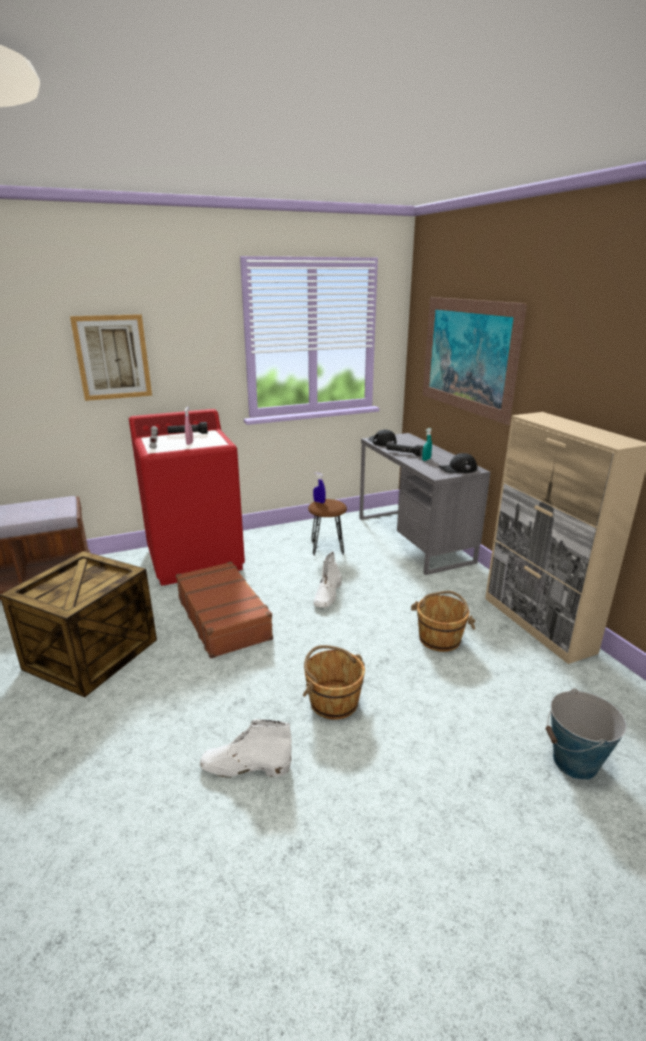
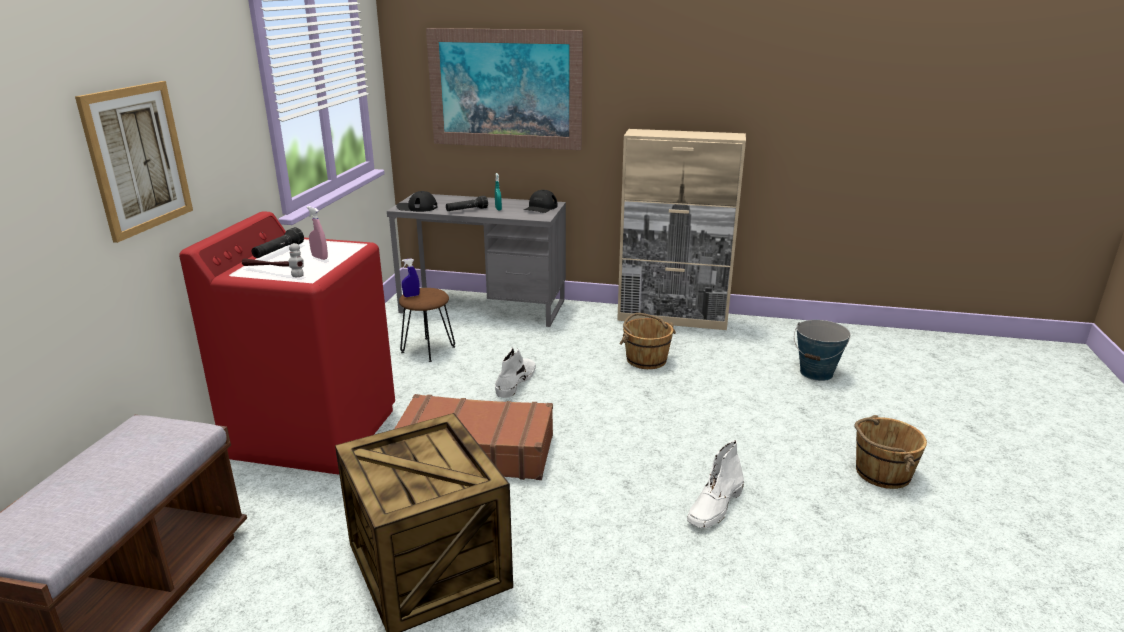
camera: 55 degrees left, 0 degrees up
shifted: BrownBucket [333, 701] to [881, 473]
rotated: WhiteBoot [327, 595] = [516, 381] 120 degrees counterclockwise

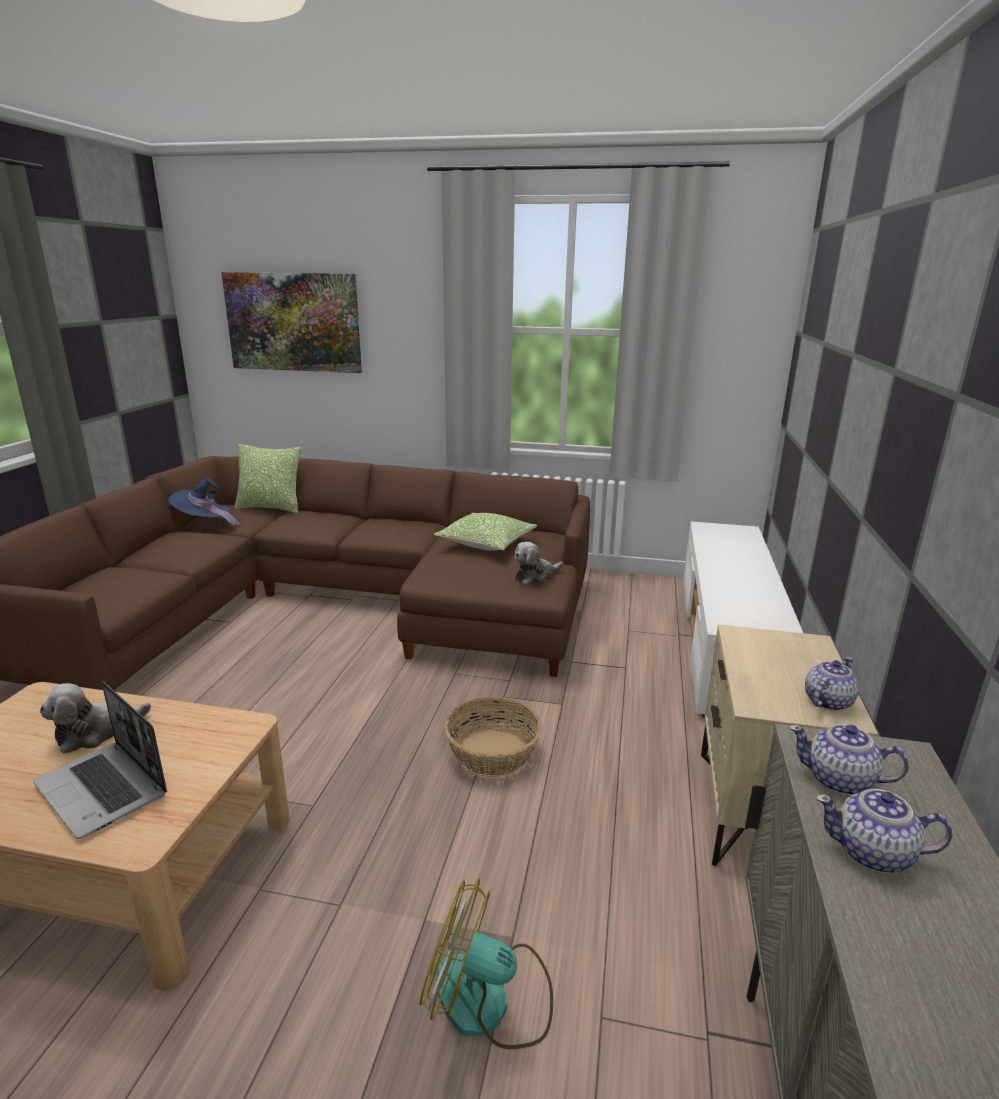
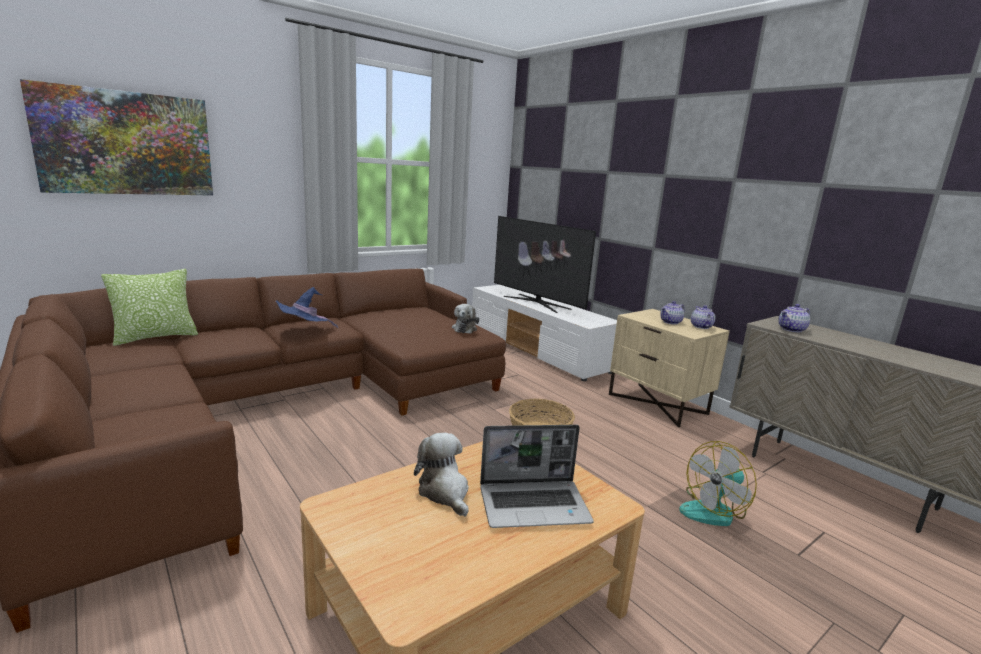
camera: 50 degrees left, 5 degrees down
gone: Pillow [486, 543]
new: Television [536, 302]
shifted: BlueHat [204, 523] to [304, 331]; Teapot [873, 853] to [671, 322]
rotated: PlushToy [96, 732] = [445, 492] 150 degrees clockwise

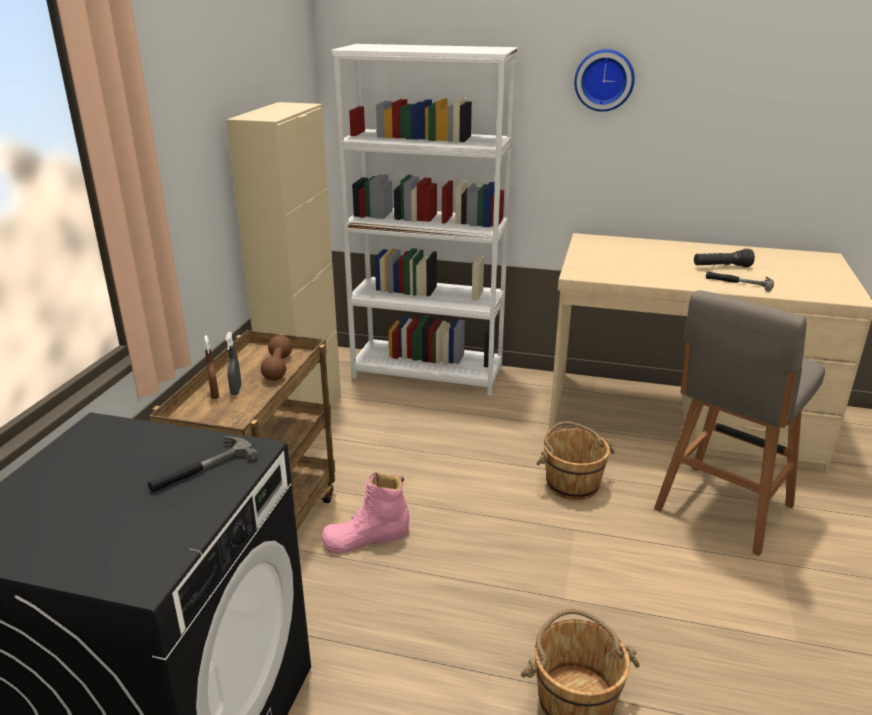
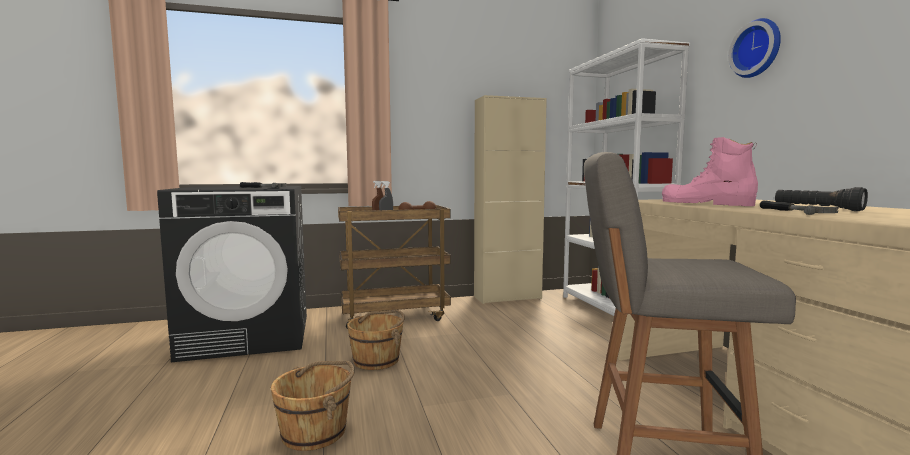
camera: 60 degrees right, 20 degrees down
shifted: PinkBoot [366, 538] to [705, 204]; BrownBucket [572, 483] to [377, 360]

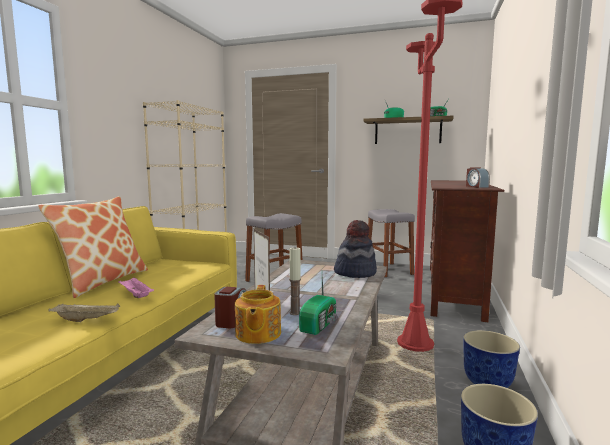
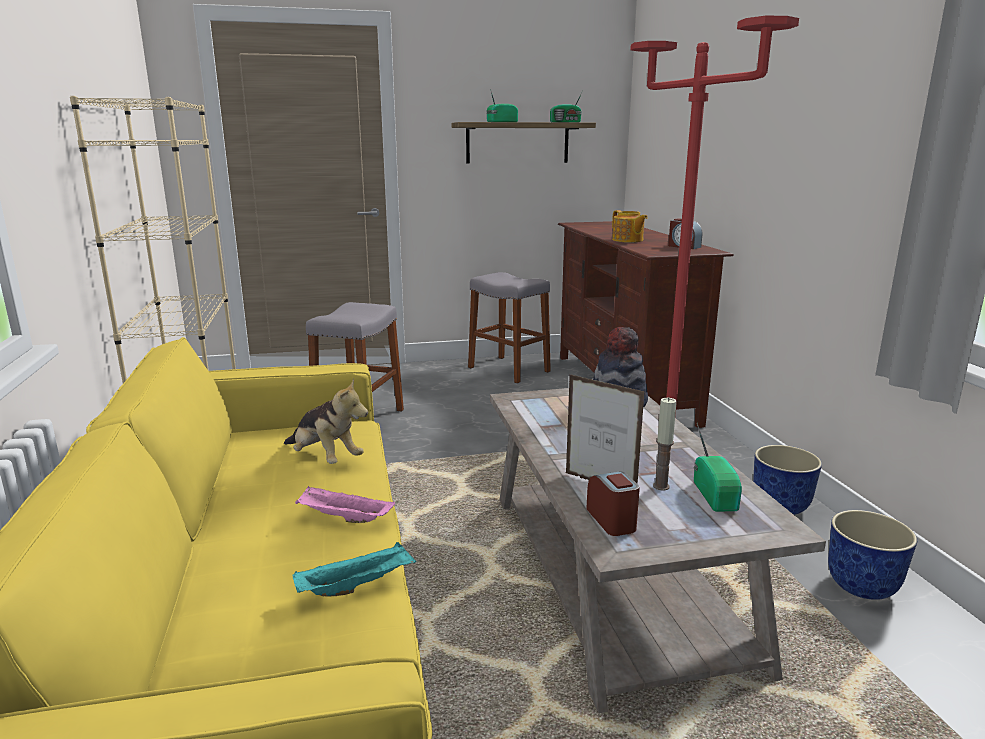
camera: 30 degrees left, 10 degrees up
gone: Pillow [102, 281]
new: PlushToy [325, 458]
shifted: Teapot [257, 334] to [627, 240]
repainted: BeigeTray [87, 320] to TurquoiseTray [357, 585]

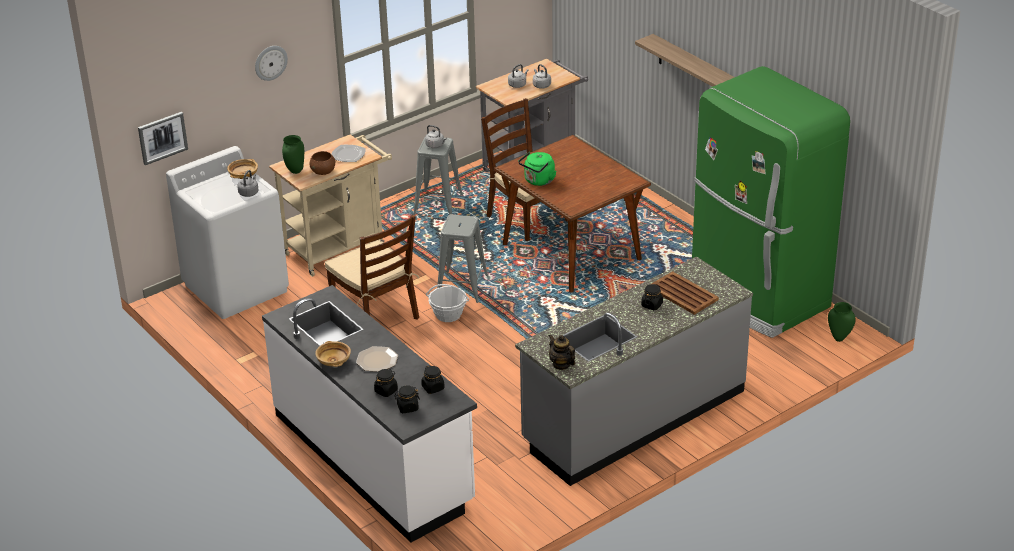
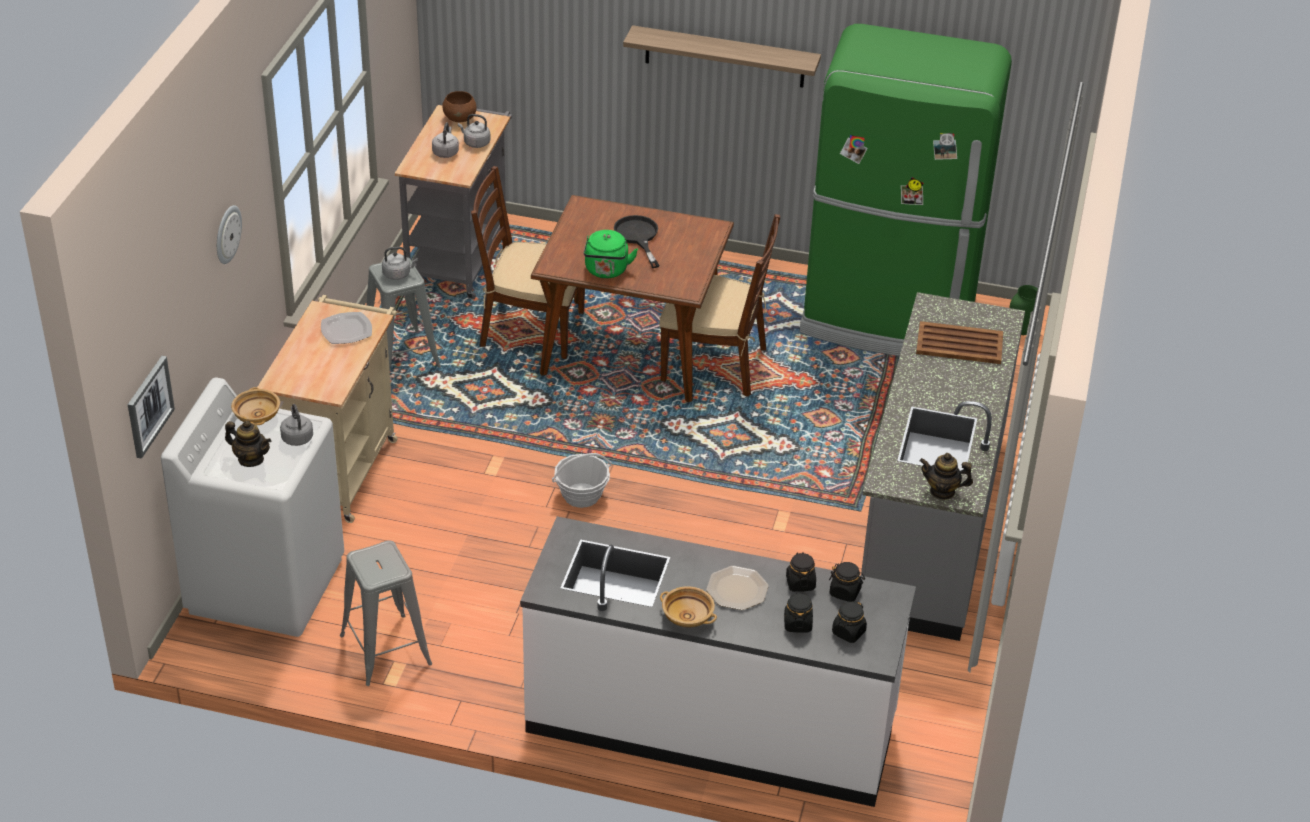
camera: 40 degrees left, 5 degrees up
gone: GreenVase [295, 171]
new: Teapot [251, 459]; BlackFryingPan [638, 237]
shifted: BrownBowl [323, 172] to [460, 118]; BrownChair [376, 314] to [715, 365]; GreyStool [462, 287] to [385, 650]; BlackJar [652, 305] to [800, 583]

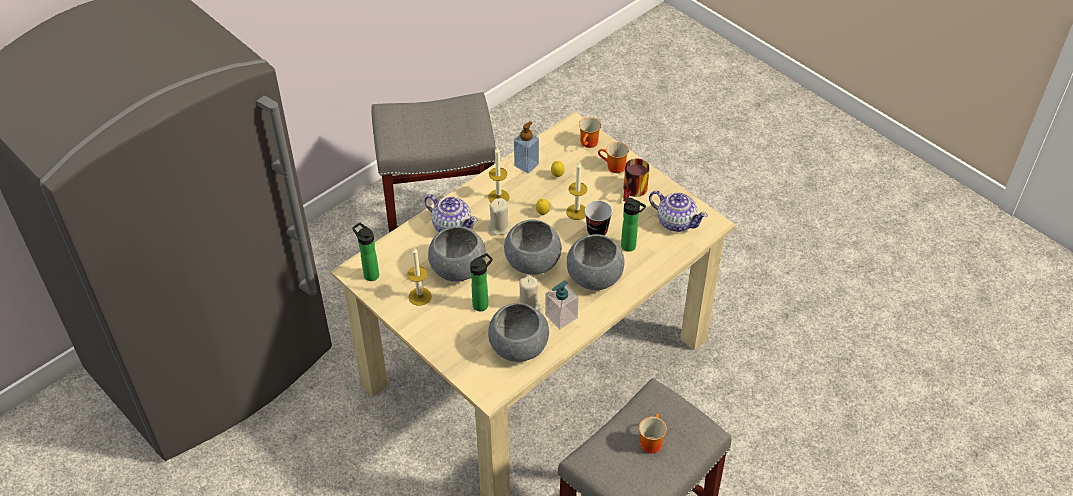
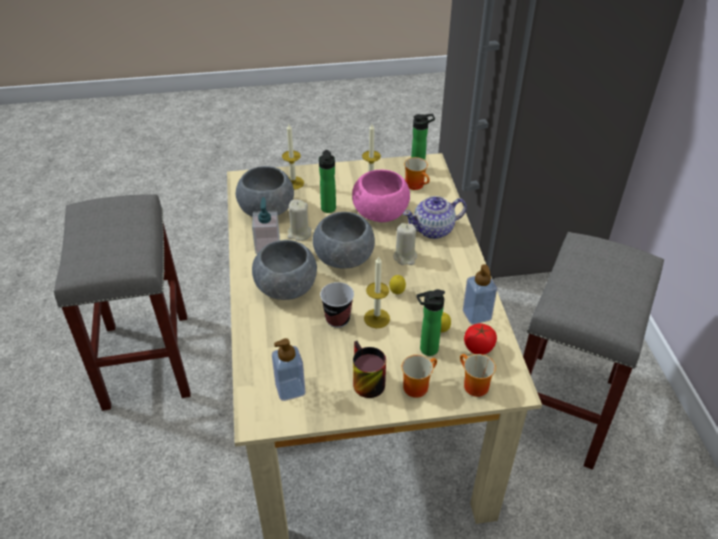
camera: 125 degrees right, 5 degrees down
new: Tomato [478, 347]
shifted: Candle [498, 197] to [293, 183]; Bottle [630, 247] to [426, 350]; Mug [649, 441] to [417, 185]
swapped: Teapot [675, 221] to SoapDispenser [290, 389]
repainted: GreyBowl [457, 268] to PinkBowl [381, 213]

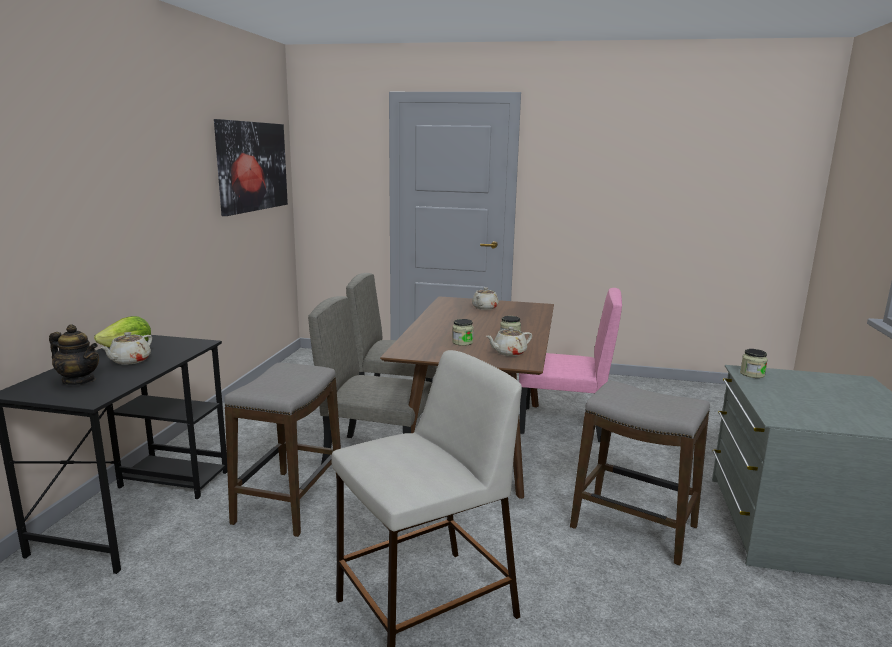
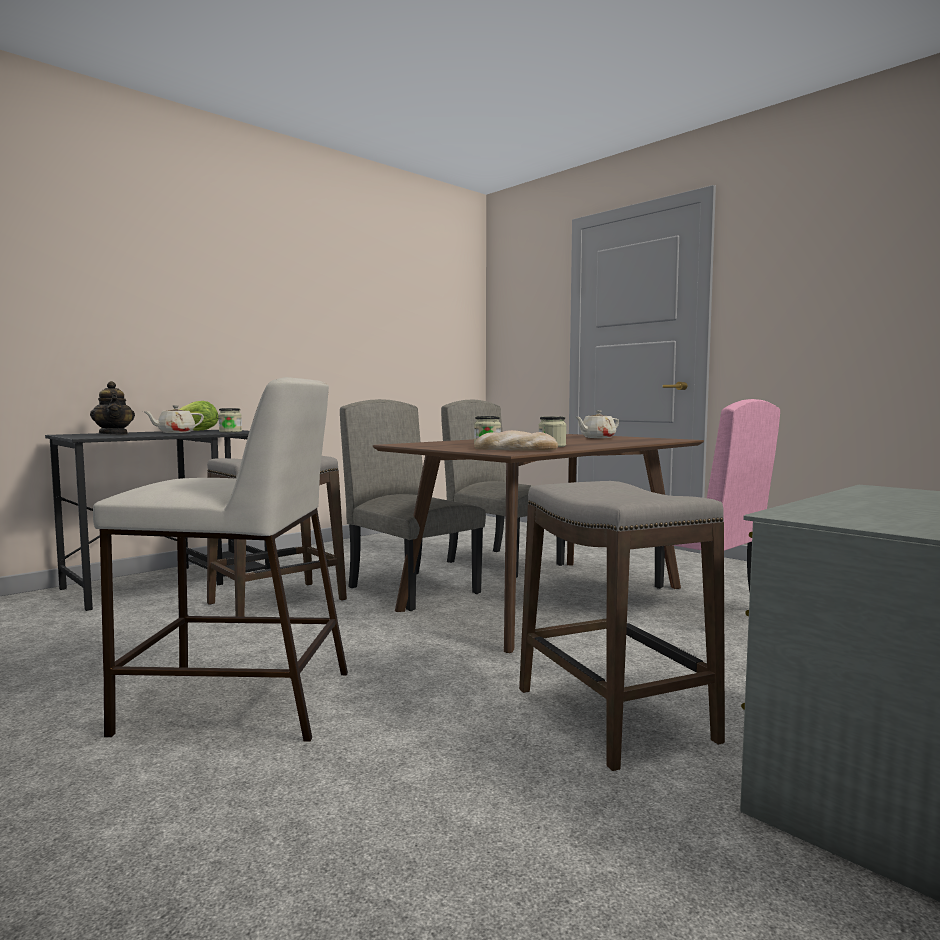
camera: 35 degrees right, 10 degrees down
gone: Picture [252, 166]
shifted: Jar [752, 374] to [230, 432]
swapped: BeigeTeapot [508, 352] to Bread [515, 449]

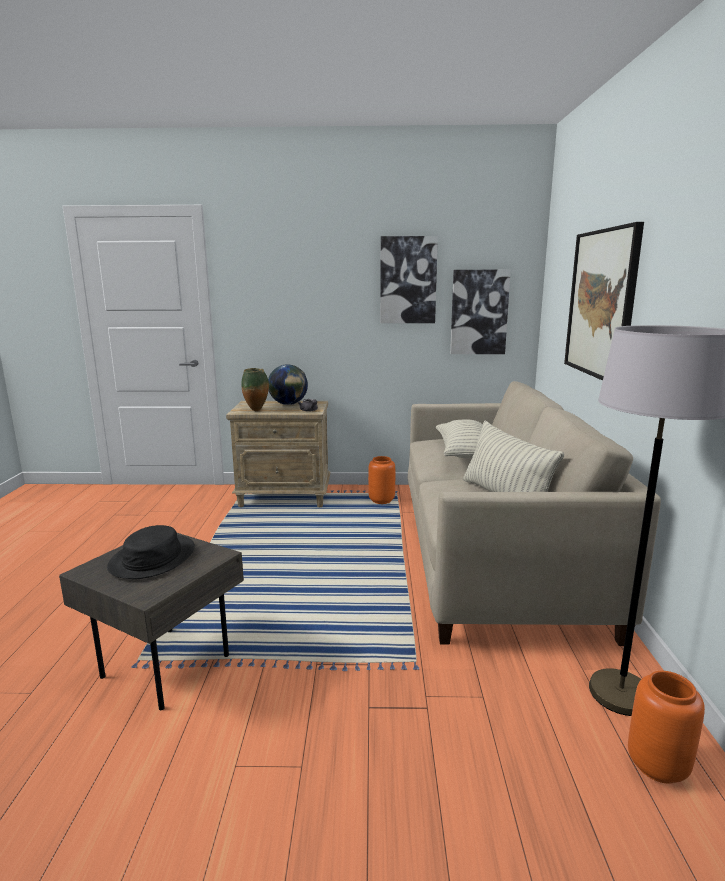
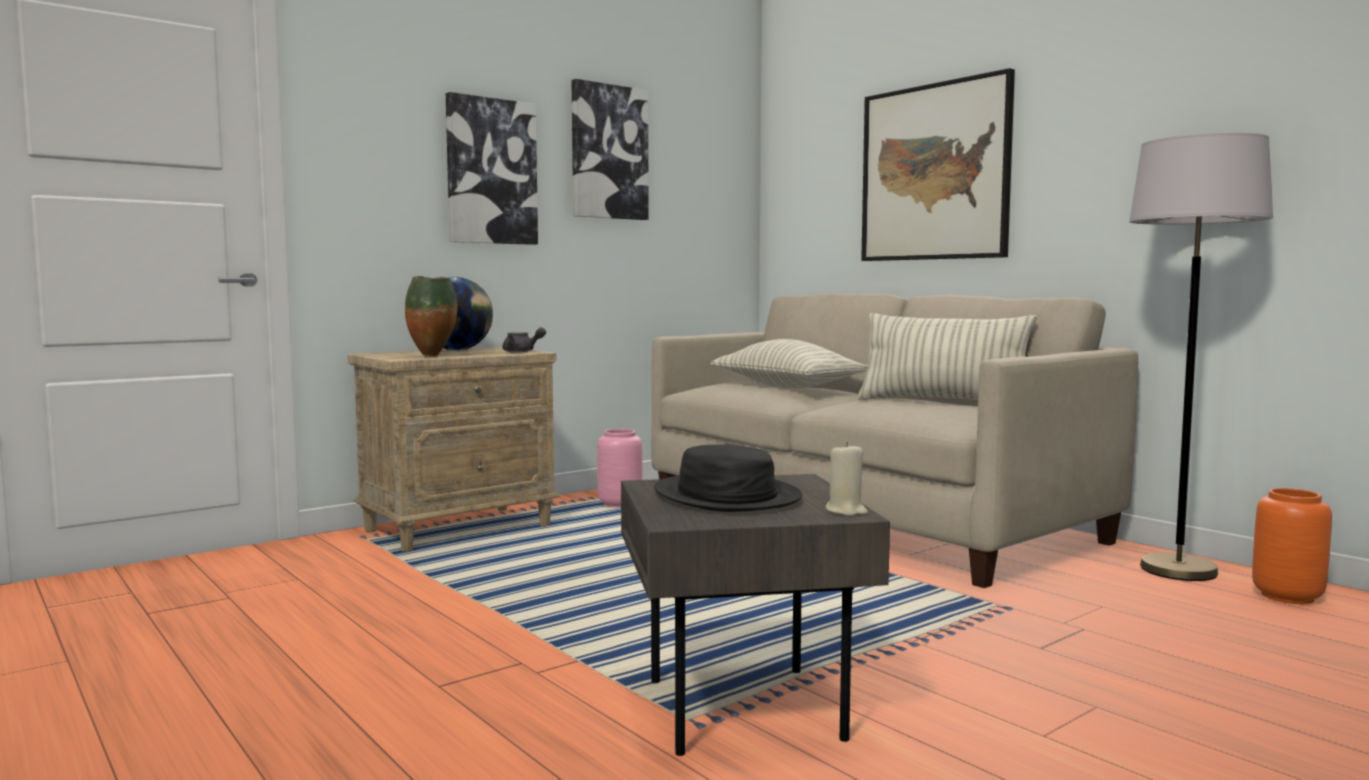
camera: 40 degrees left, 10 degrees down
new: BeigeCandle [846, 511]
shifted: Picture [479, 312] to [491, 172]
repainted: OrangeVase [381, 500] to PinkVase [619, 505]

